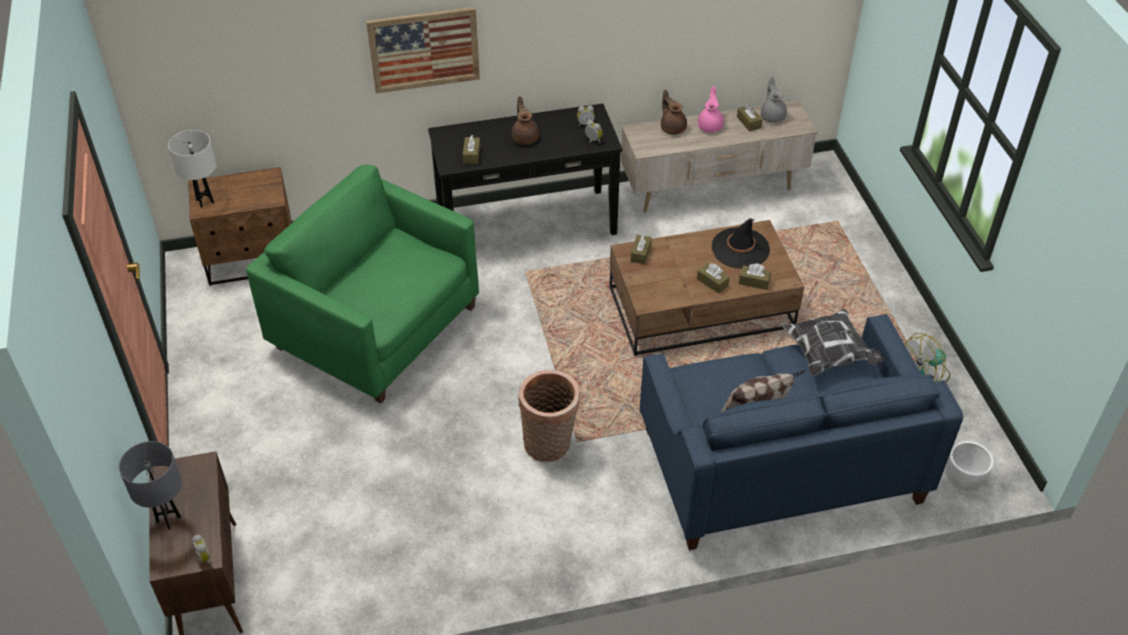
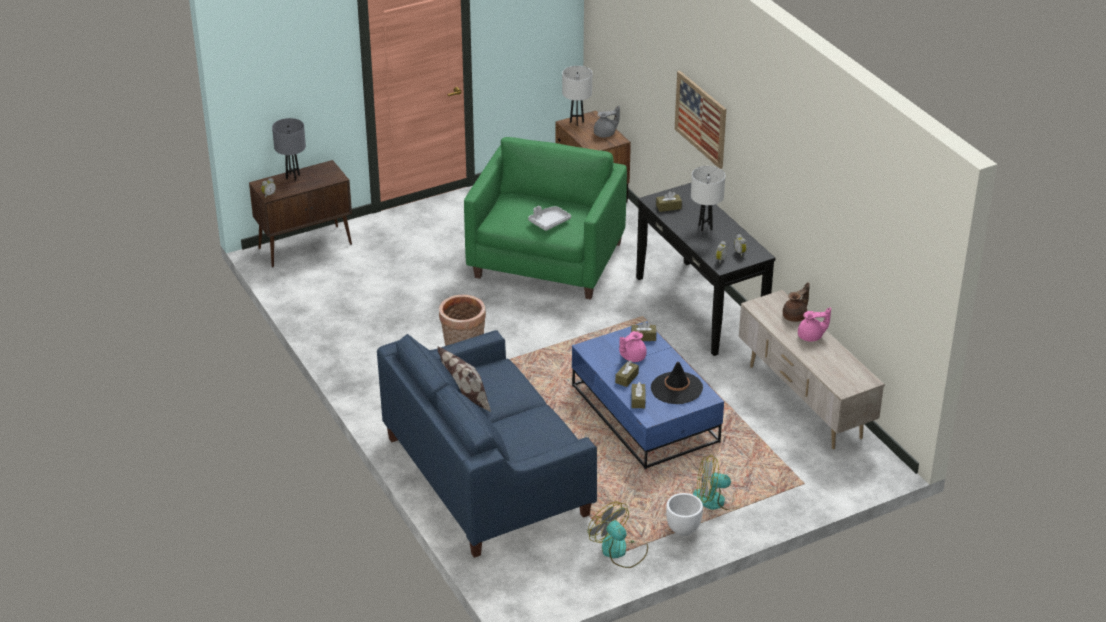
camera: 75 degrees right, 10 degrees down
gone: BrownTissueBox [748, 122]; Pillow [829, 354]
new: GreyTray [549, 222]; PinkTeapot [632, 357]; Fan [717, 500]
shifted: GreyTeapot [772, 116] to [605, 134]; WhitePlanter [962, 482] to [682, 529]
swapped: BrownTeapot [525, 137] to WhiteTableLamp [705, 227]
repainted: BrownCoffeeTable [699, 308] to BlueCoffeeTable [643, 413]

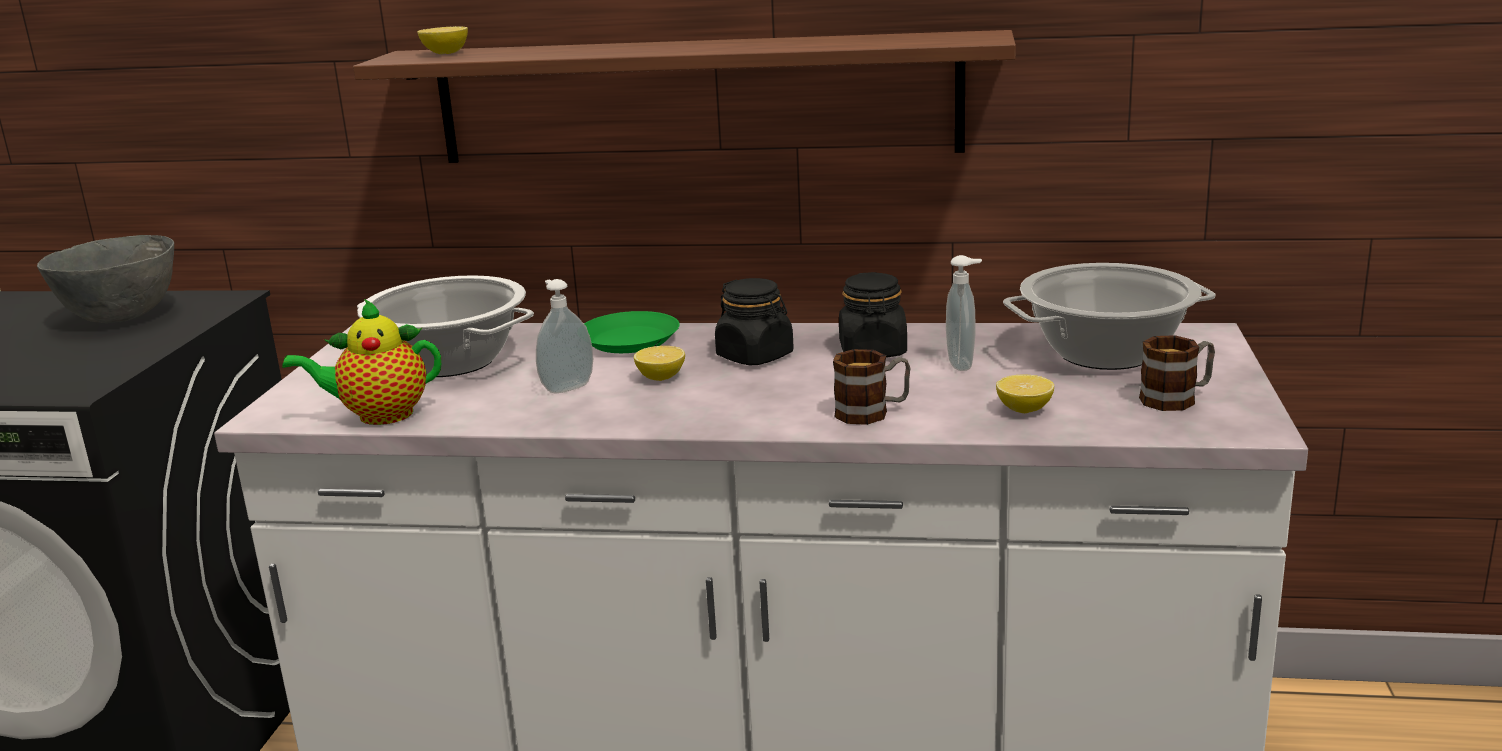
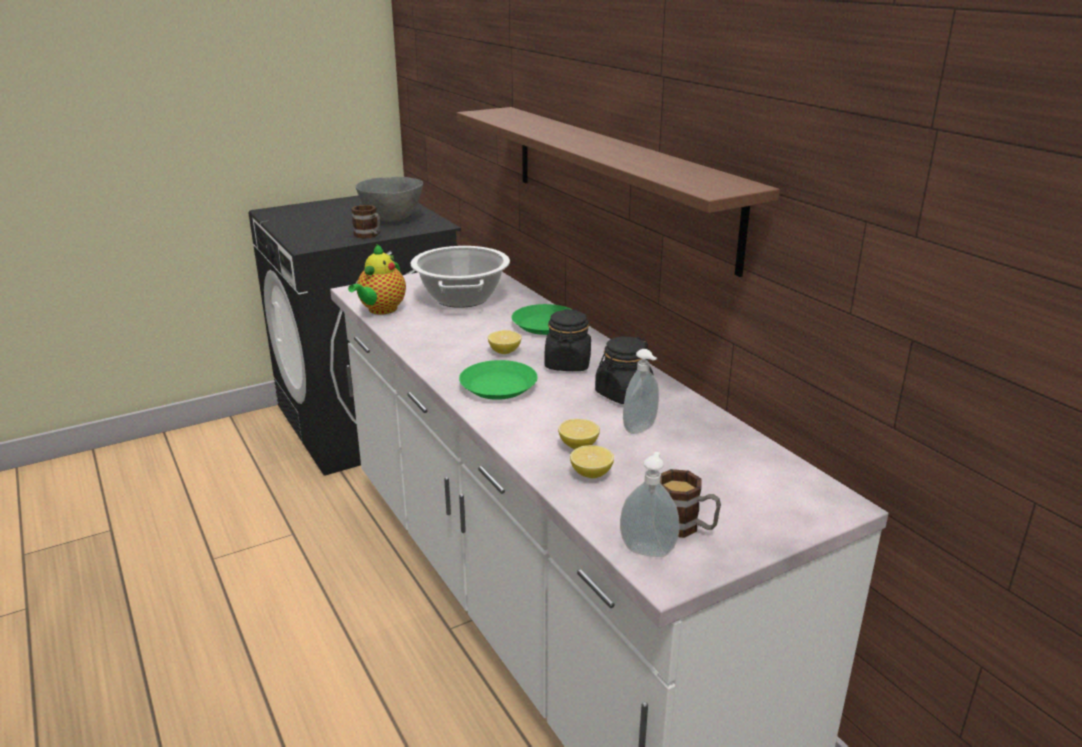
camera: 50 degrees right, 5 degrees up
gone: CookingPot [1105, 353]
new: GreenPlate [498, 387]
shifted: Lemon [445, 53] to [578, 445]; SoapDispenser [566, 387] to [648, 549]; Mug [872, 412] to [369, 236]
rotated: Teapot [379, 415] = [381, 310] 105 degrees counterclockwise

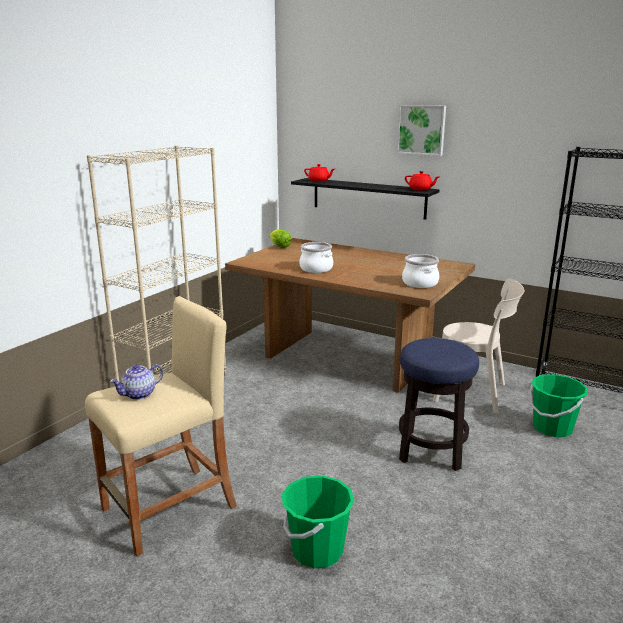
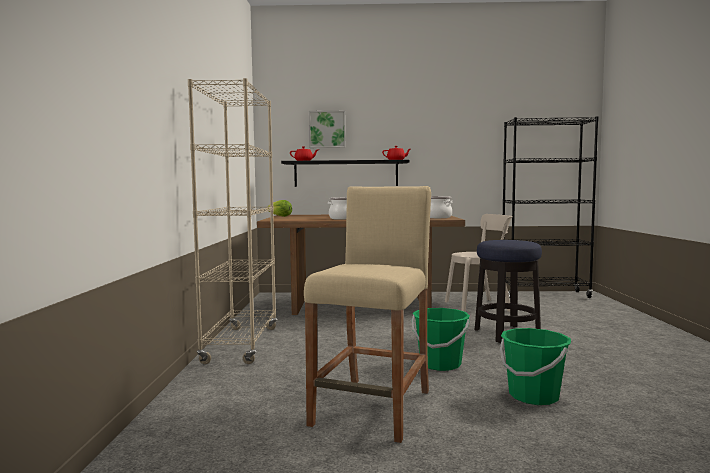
camera: 30 degrees left, 15 degrees down
gone: Teapot [139, 394]
shifted: Picture [421, 130] to [327, 129]; GreenBucket [552, 428] to [440, 364]

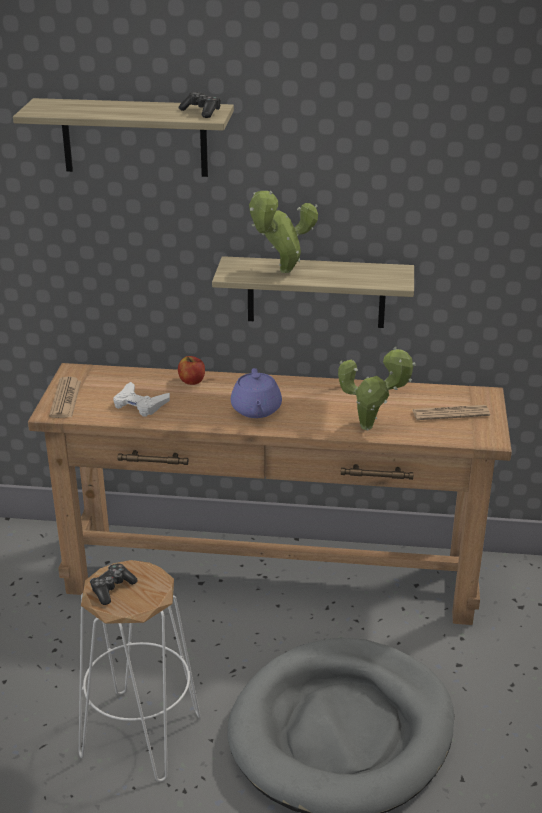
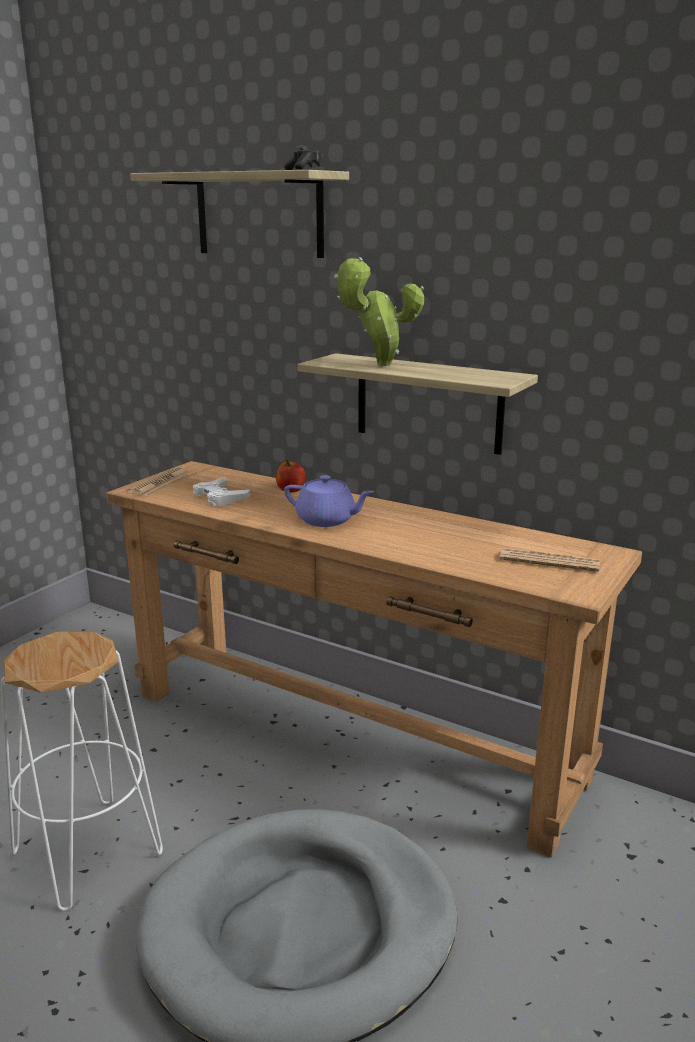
camera: 25 degrees right, 10 degrees down
gone: GameController [112, 589]; PottedPlant [371, 427]
rotated: PurpleTeapot [256, 410] = [327, 520] 90 degrees counterclockwise

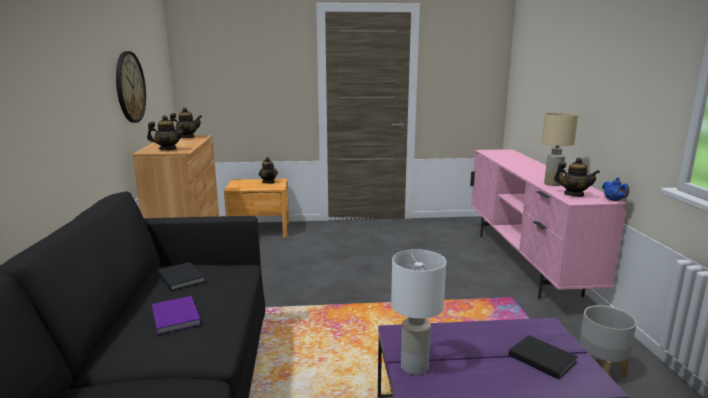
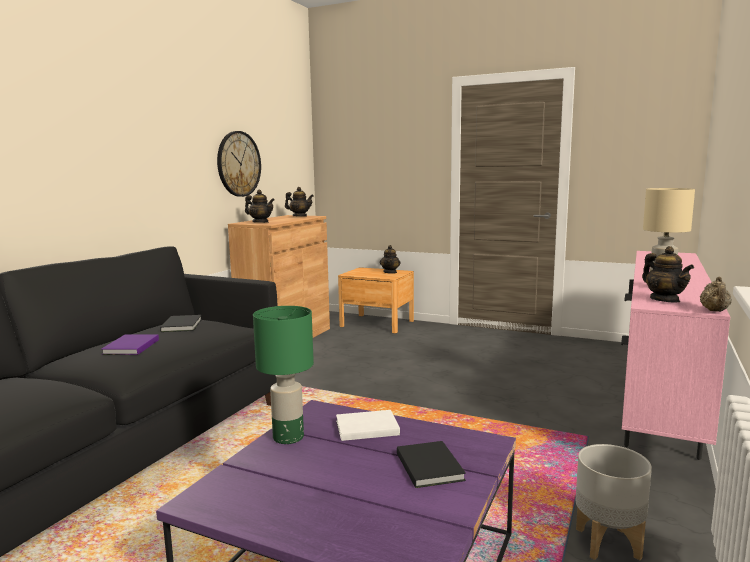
camera: 30 degrees right, 5 degrees down
new: WhiteBook [365, 427]
repainted: WhiteTableLamp [414, 367] to GreenTableLamp [287, 438]; BlueTeapot [614, 200] to BeigeTeapot [714, 311]

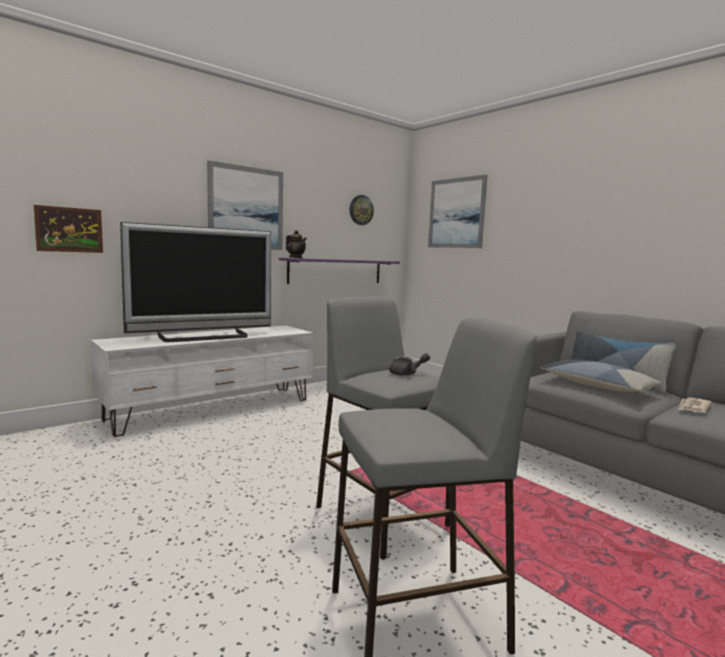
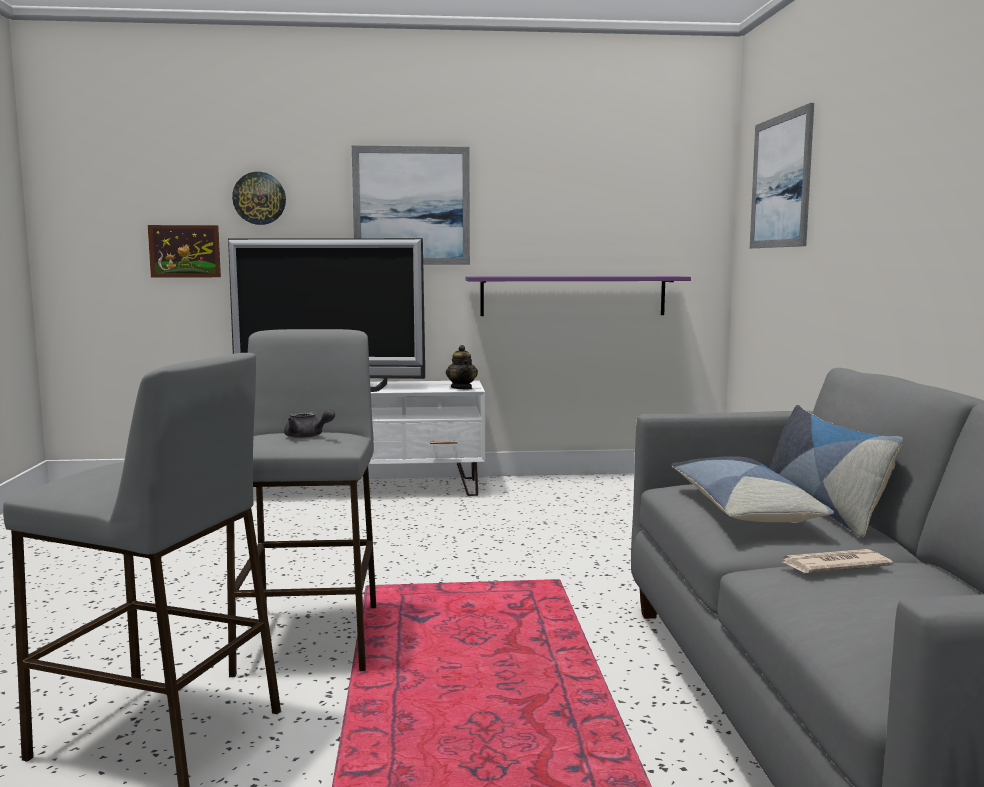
camera: 35 degrees right, 0 degrees up
shifted: Teapot [296, 258] to [462, 388]; WallClock [361, 210] to [259, 198]

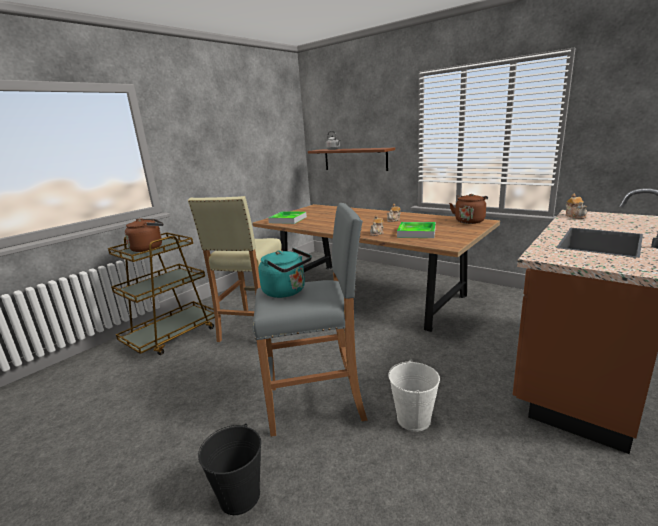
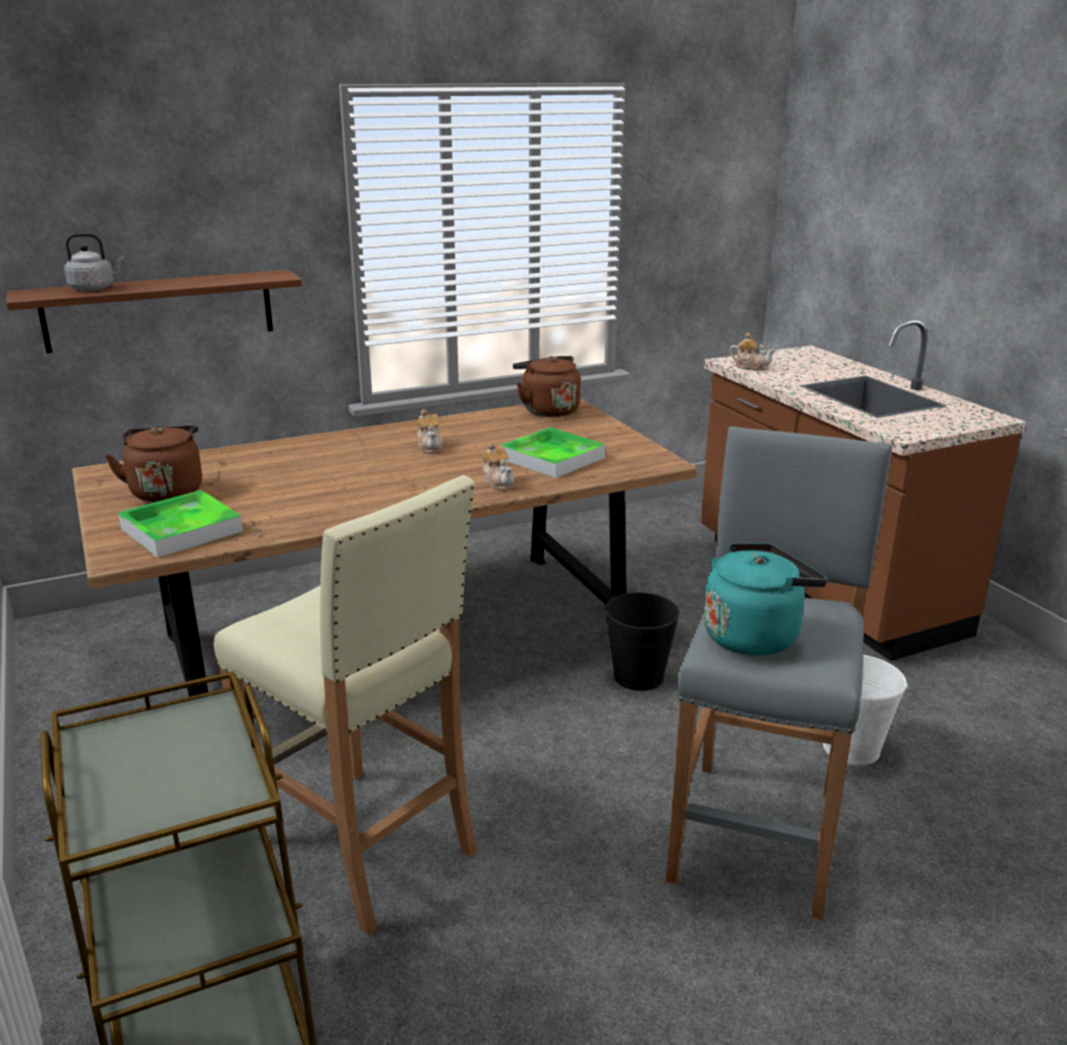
camera: 65 degrees left, 5 degrees up
shifted: BrownKettle [149, 248] to [166, 491]; BlackBucket [240, 496] to [638, 676]

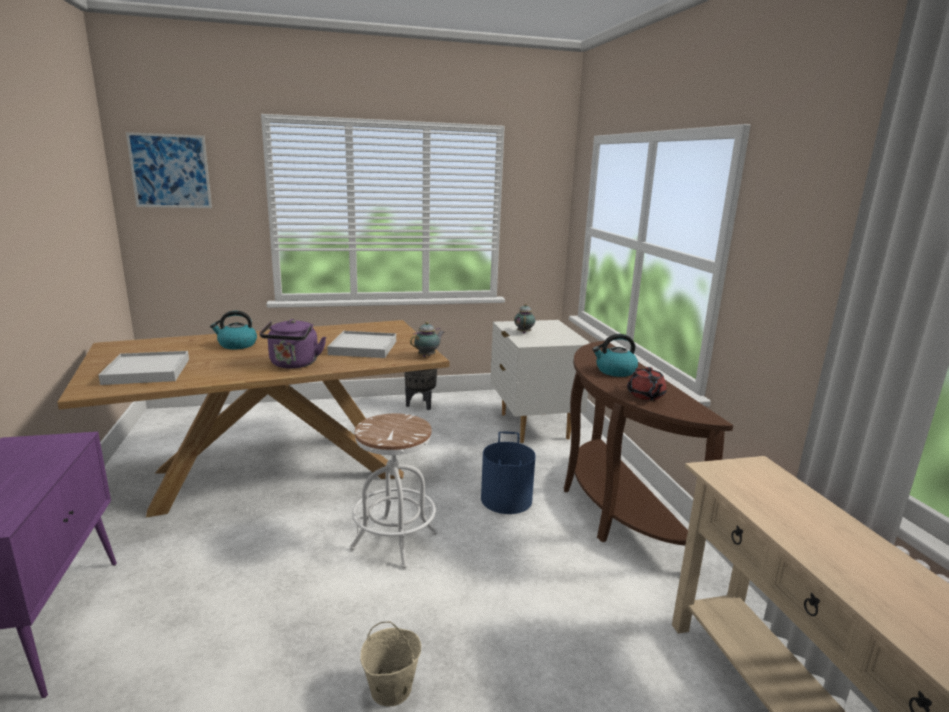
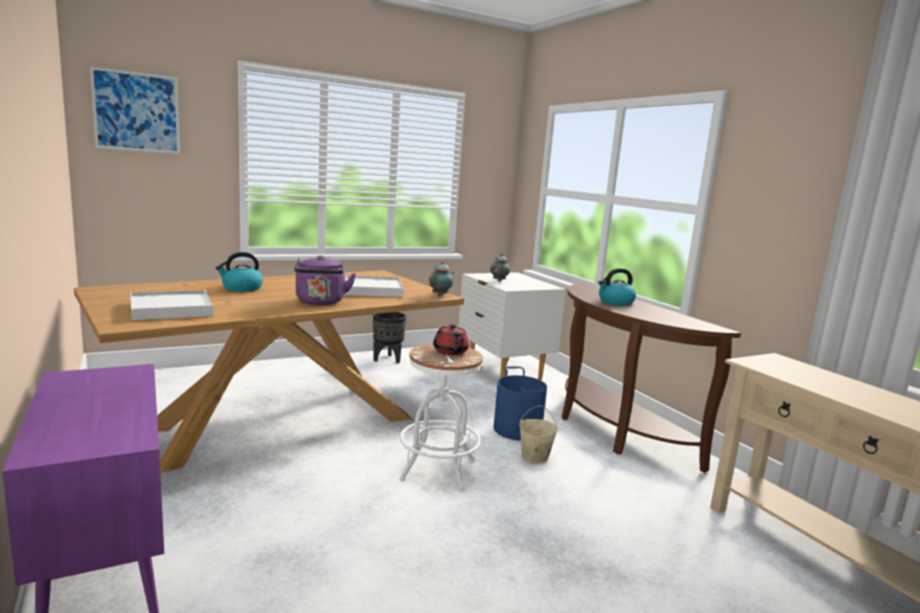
camera: 15 degrees left, 5 degrees down
shifted: BeigeBucket [390, 689] to [534, 457]; RedTeapot [645, 395] to [450, 352]

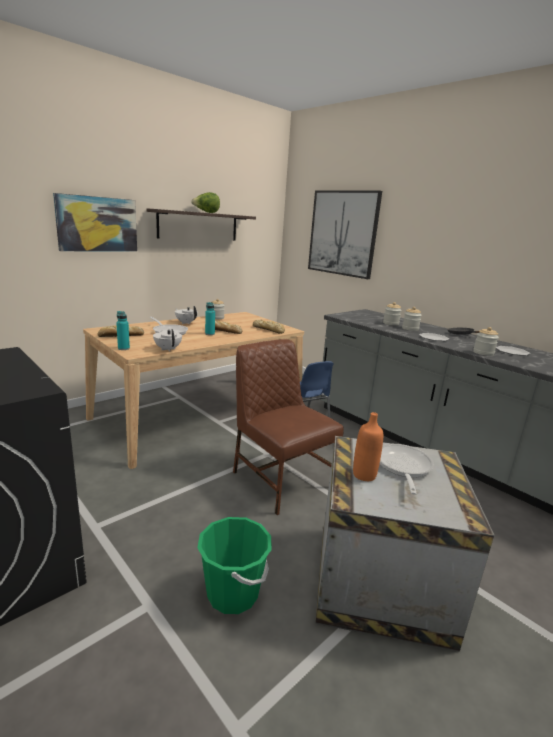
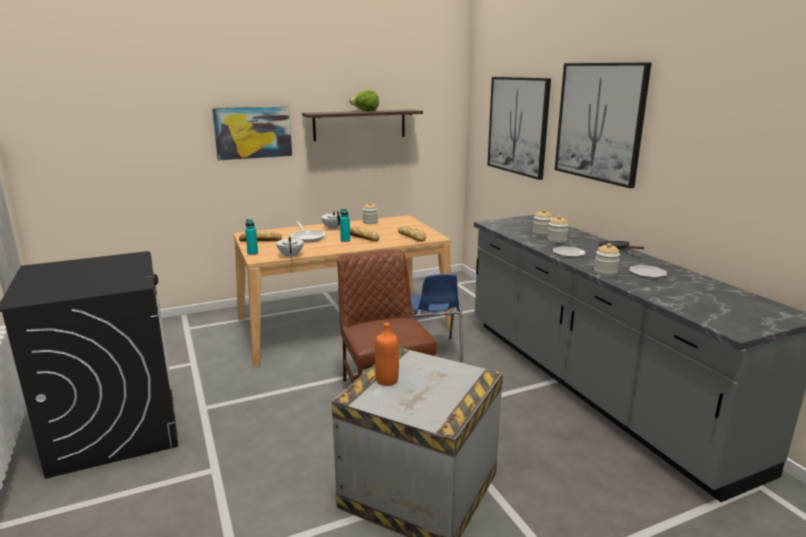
camera: 20 degrees right, 0 degrees up
gone: GreenBucket [233, 593]; FryingPan [403, 467]
new: Picture [599, 122]

